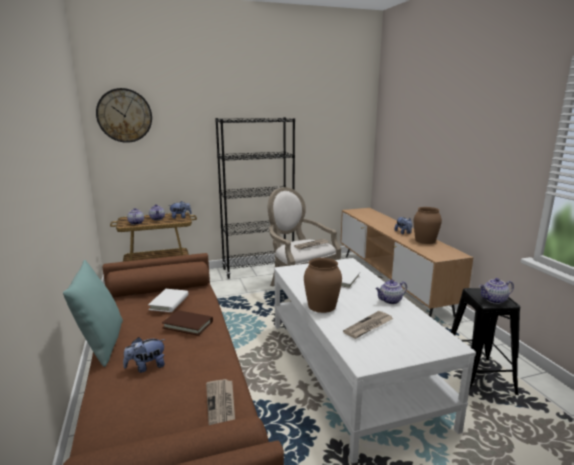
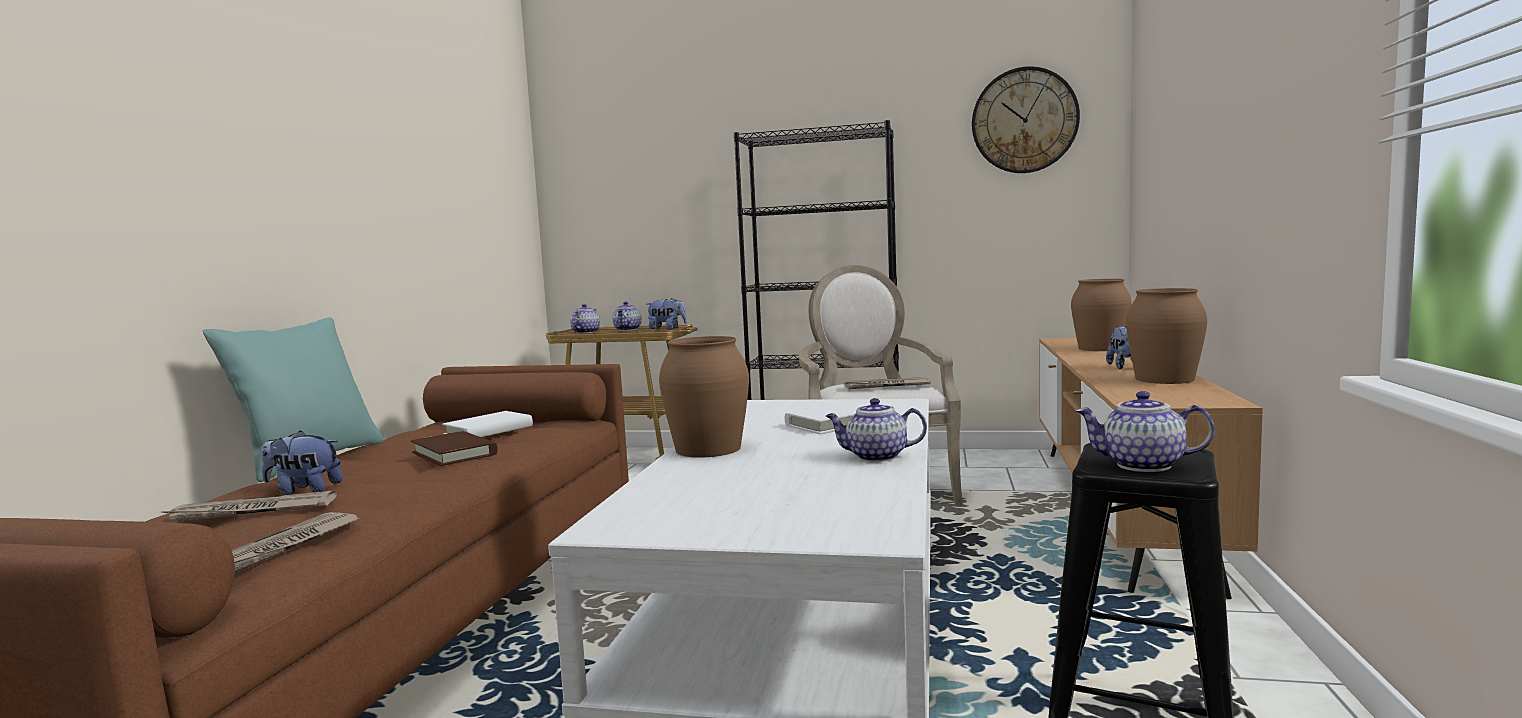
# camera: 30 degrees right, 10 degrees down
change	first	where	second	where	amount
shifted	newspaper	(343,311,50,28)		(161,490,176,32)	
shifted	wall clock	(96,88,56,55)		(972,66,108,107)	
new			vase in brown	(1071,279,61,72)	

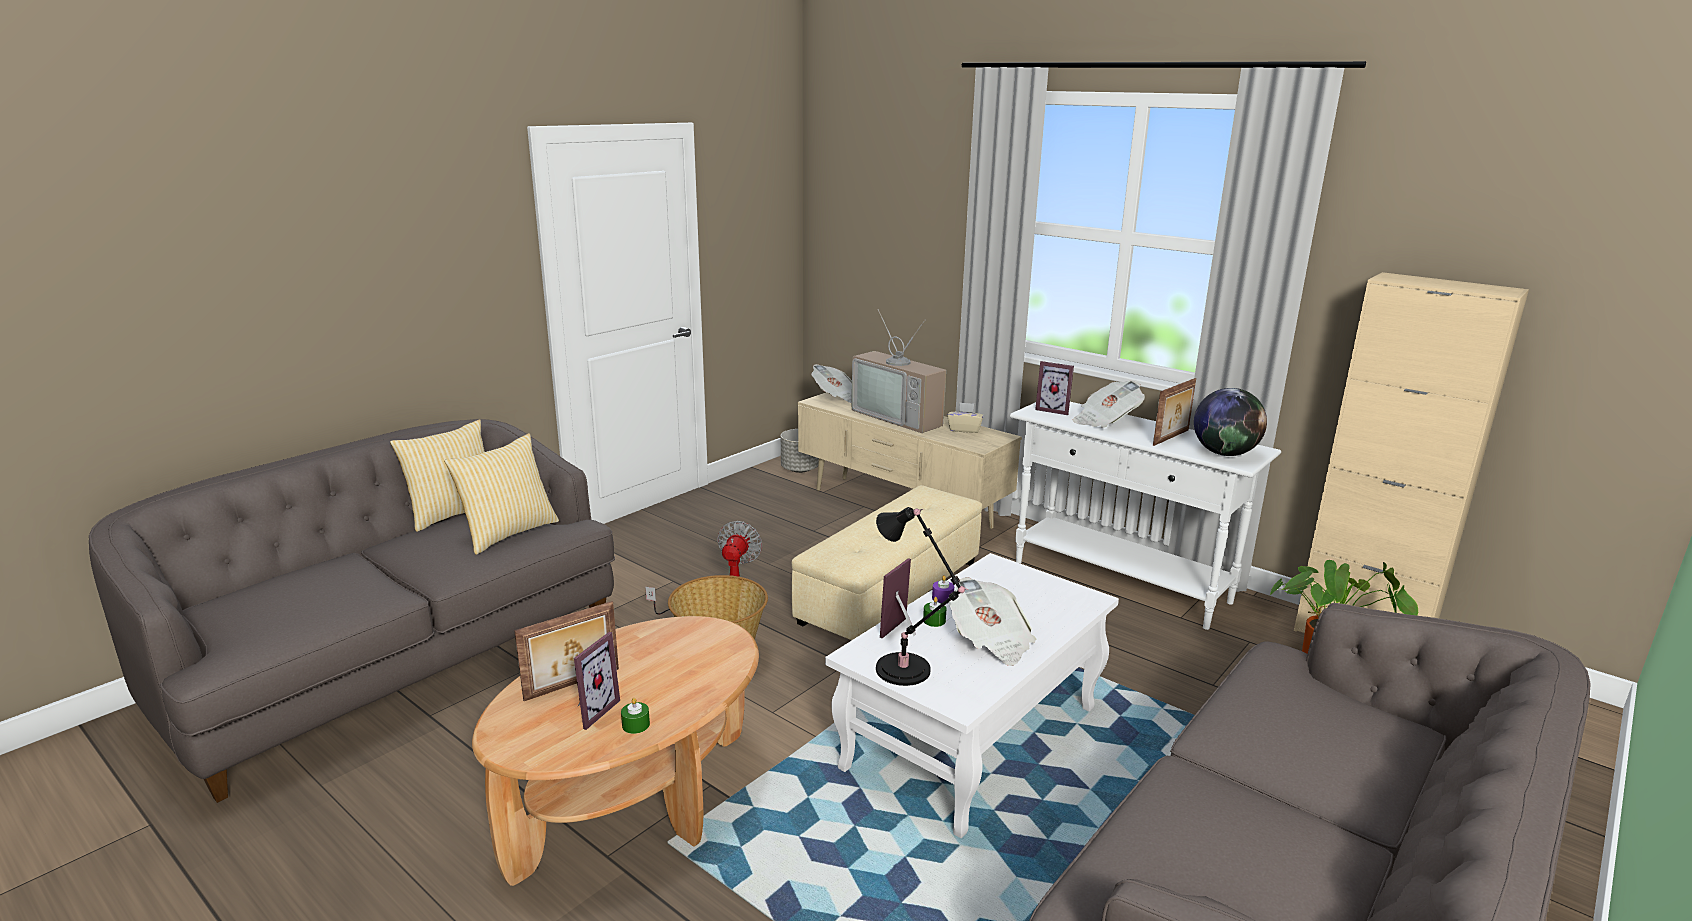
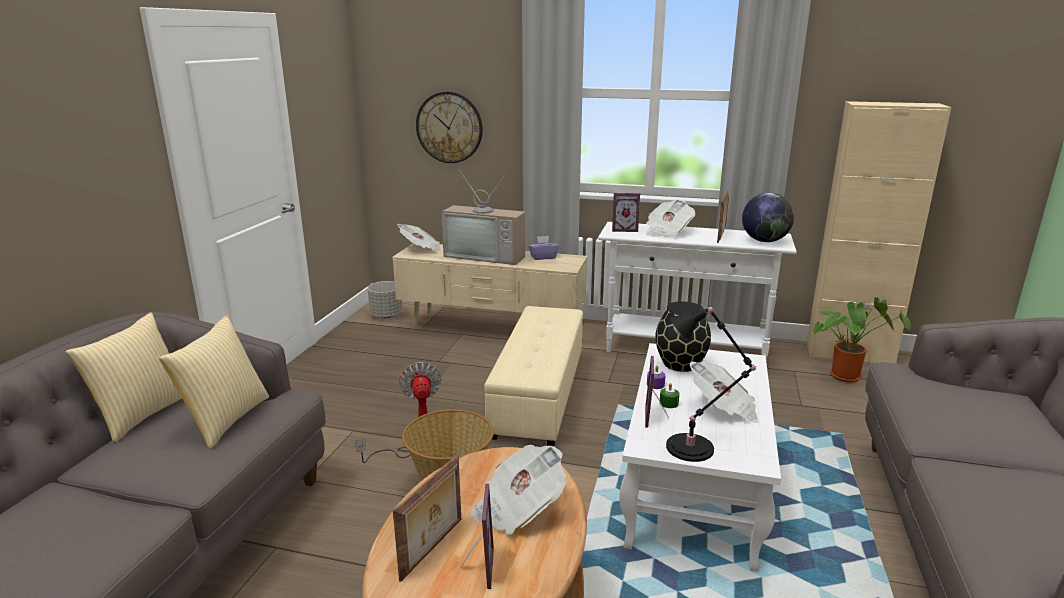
# camera: 25 degrees left, 0 degrees up
change	first	where	second	where	amount
new			wall clock	(416,92,67,71)	
new			newspaper	(471,445,96,90)	
repainted	tissue box in beige	(947,402,36,31)	tissue box in purple	(528,236,31,24)	
new			vase in black	(655,302,56,70)	
gone	candle in green	(621,698,29,36)			

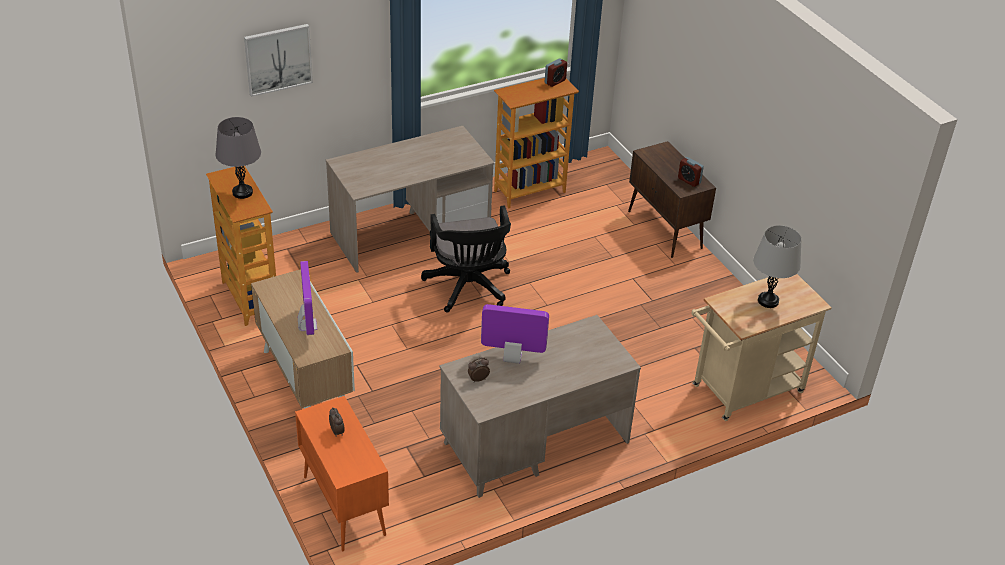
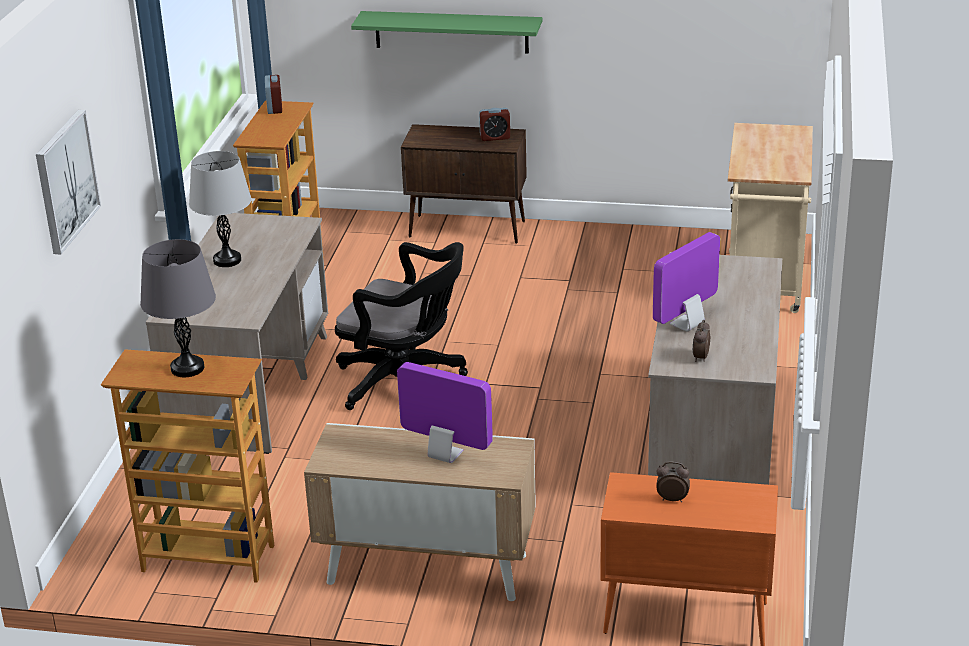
# camera: 50 degrees left, 10 degrees down
change	first	where	second	where	amount
shifted	table lamp in grey	(753,225,48,83)		(189,151,62,116)	
new			shelf in green	(351,11,191,42)	

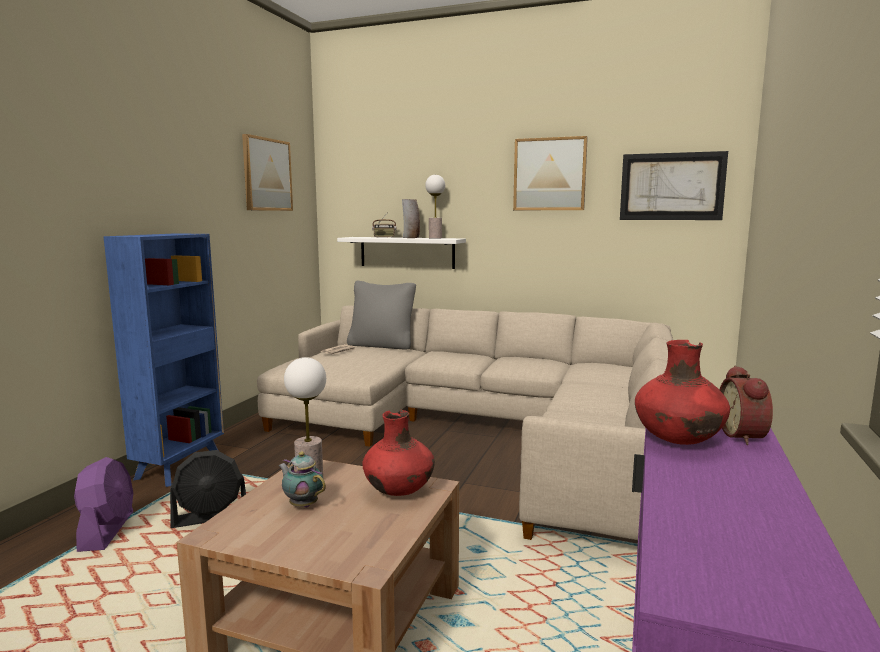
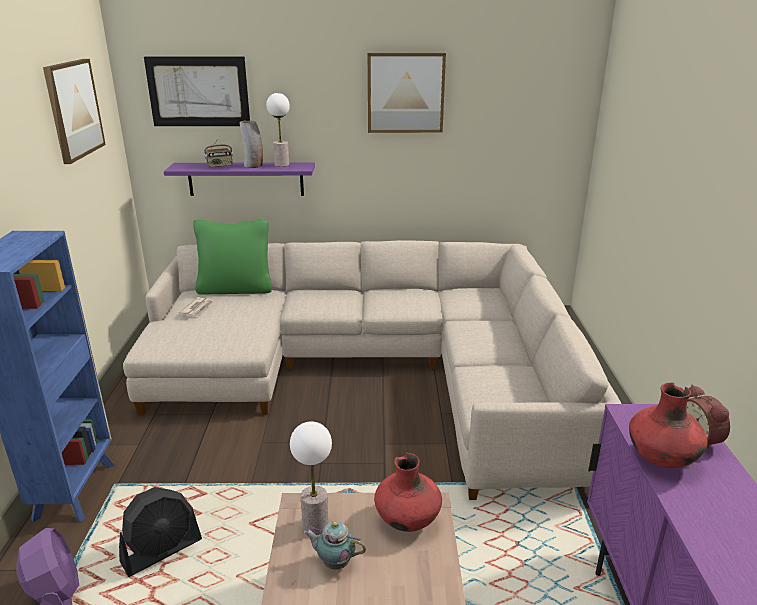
# camera: 20 degrees left, 15 degrees up
change	first	where	second	where	amount
shifted	picture	(620,151,108,69)		(144,57,106,69)	
repainted	shelf in white	(337,237,129,32)	shelf in purple	(164,163,151,33)	
repainted	pillow in grey	(347,281,69,69)	pillow in green	(193,219,79,76)	

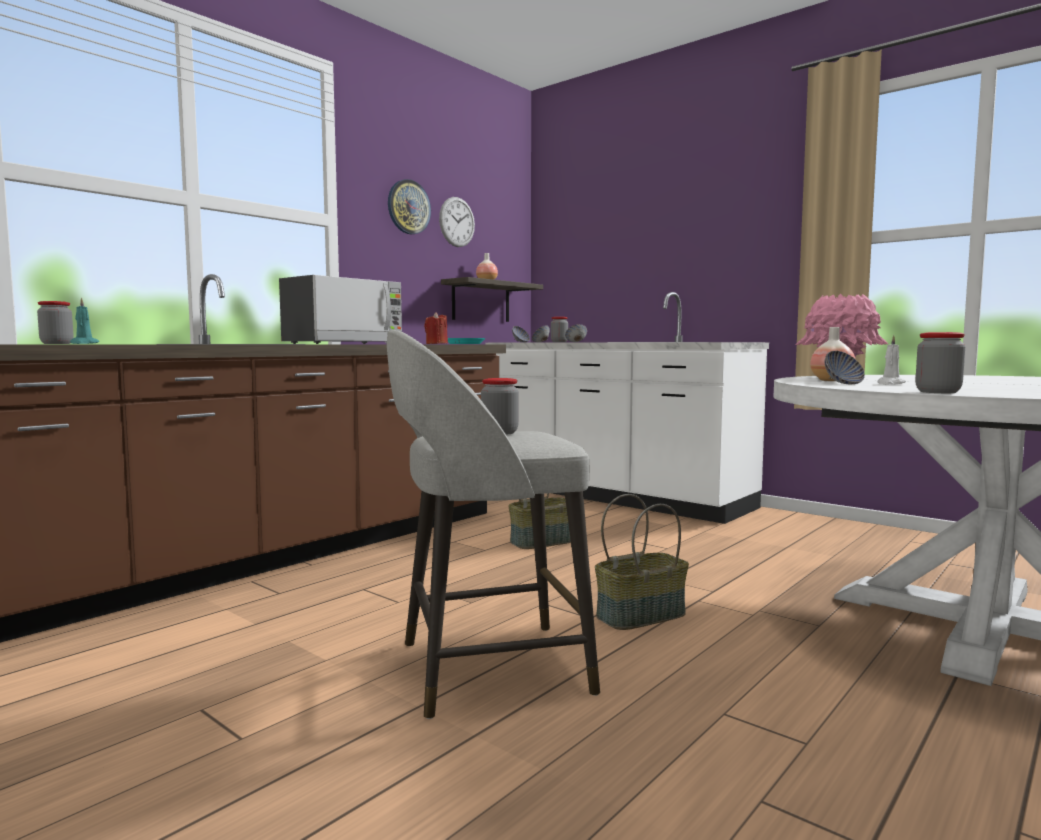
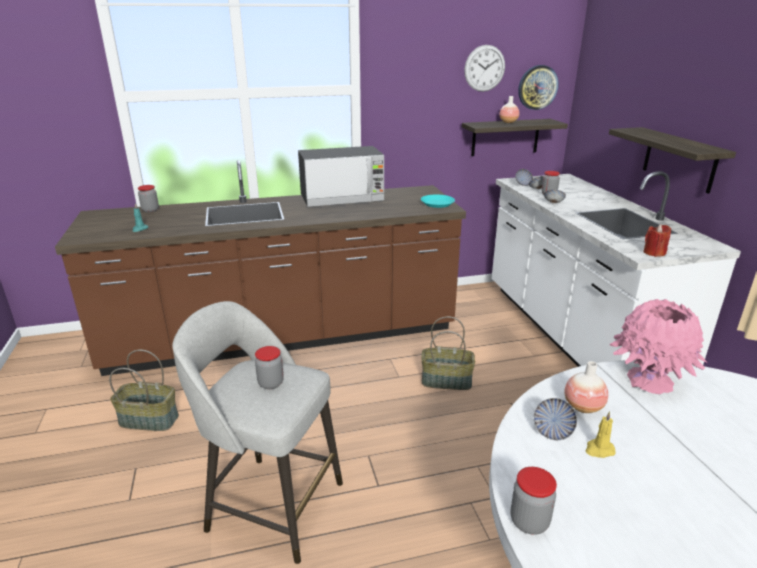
# camera: 35 degrees right, 20 degrees up
change	first	where	second	where	amount
shifted	basket	(595,494,94,136)		(109,350,70,81)	
shifted	wall clock	(388,179,43,56)		(518,65,41,45)	
repainted	candle in white	(878,335,28,50)	candle in yellow	(585,411,31,47)	
new			shelf	(609,127,127,67)	
shifted	candle in red	(424,312,24,32)		(643,224,28,33)	

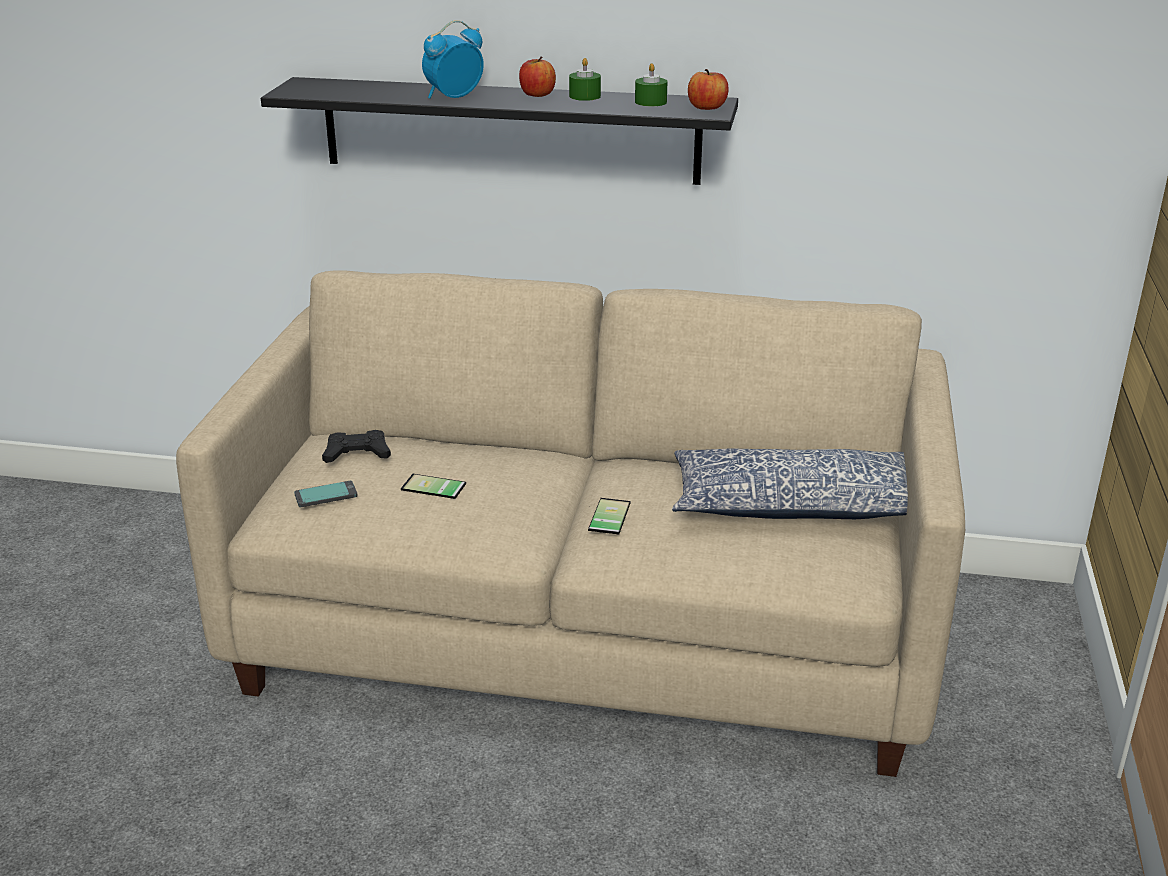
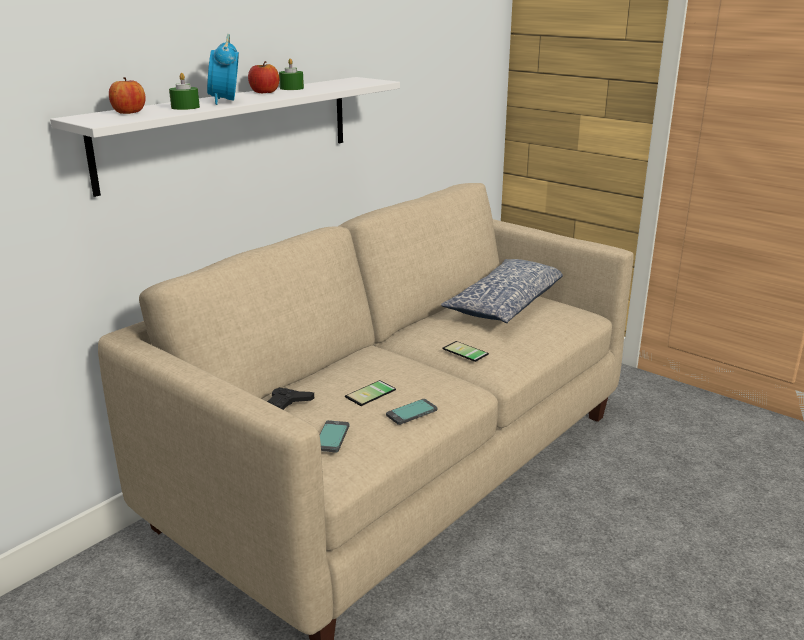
# camera: 60 degrees left, 5 degrees down
change	first	where	second	where	amount
repainted	shelf in black	(261,77,477,108)	shelf in white	(50,77,350,120)	
shifted	apple	(688,69,41,41)		(109,77,37,37)	
shifted	candle in green	(635,63,33,43)		(169,73,31,37)	
new			phone	(386,399,51,26)	

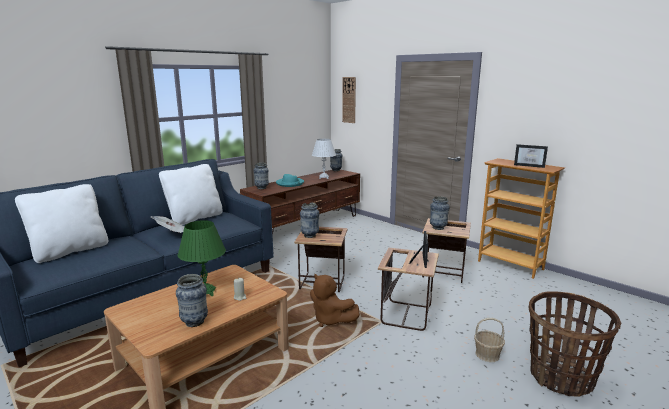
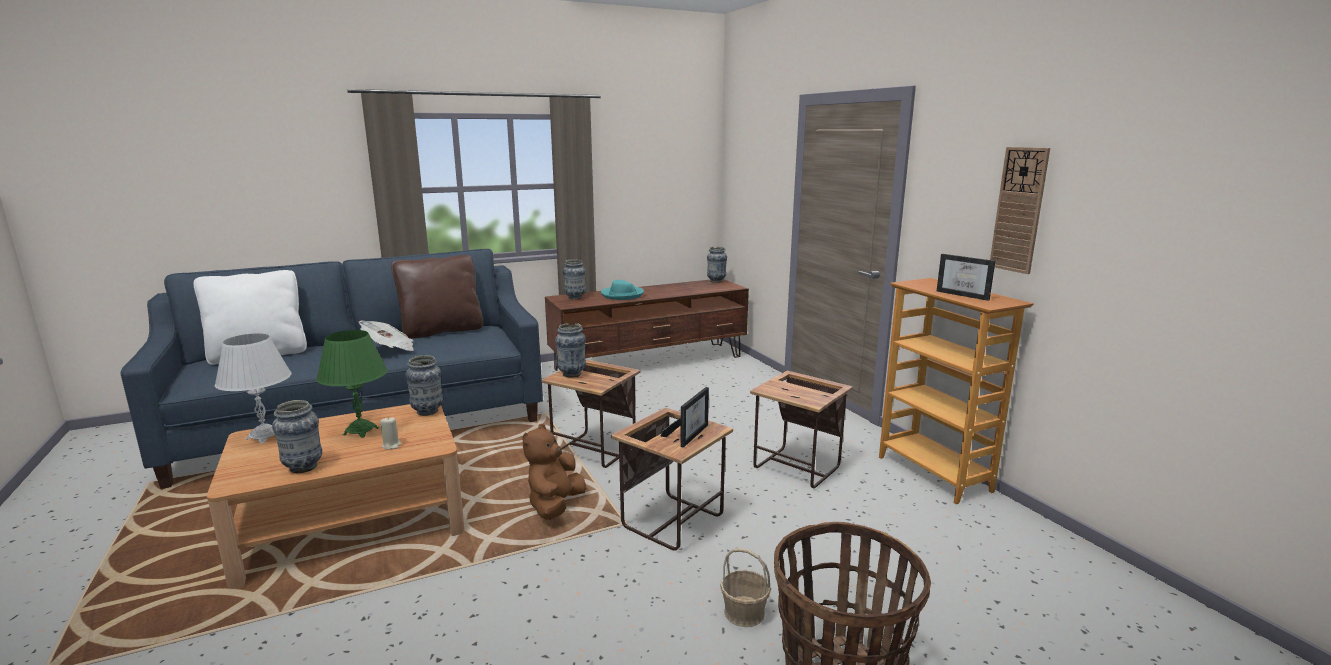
# camera: 20 degrees right, 0 degrees up
change	first	where	second	where	amount
shifted	table lamp in white	(312,139,24,40)		(215,333,76,111)	
repainted	pillow in white	(159,164,63,61)	pillow in brown	(391,255,92,84)	
shifted	vase	(430,196,20,34)		(405,355,38,61)	
rotated	plush toy in brown	(310,274,50,53)		(523,424,63,96)	45 degrees clockwise
shifted	wall clock	(342,77,14,46)		(990,147,60,127)	

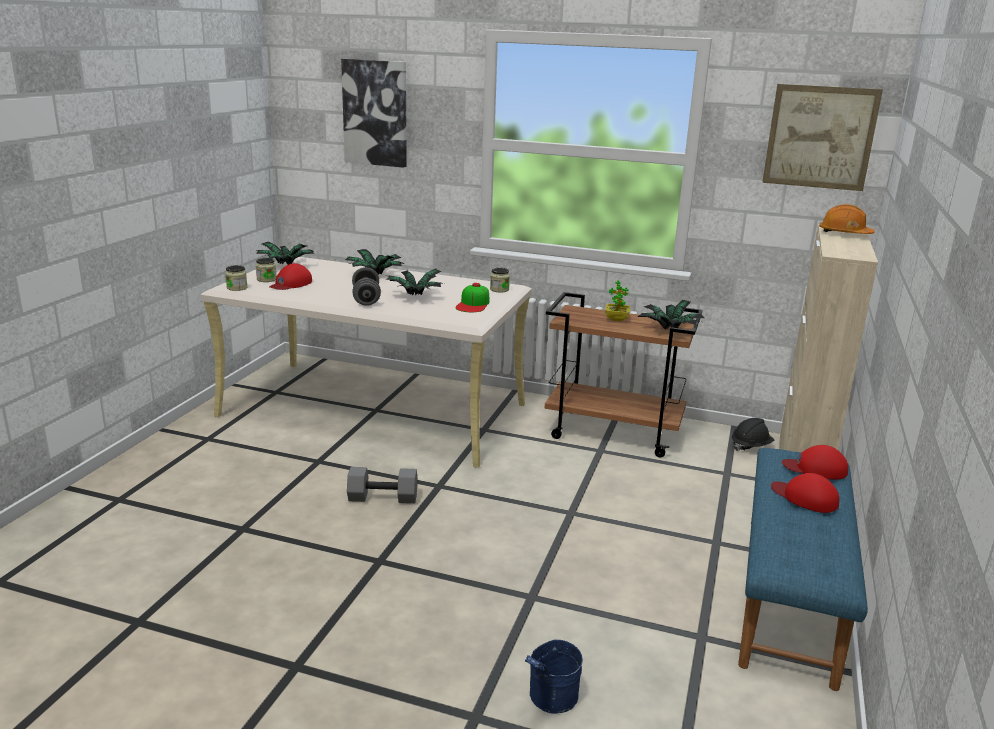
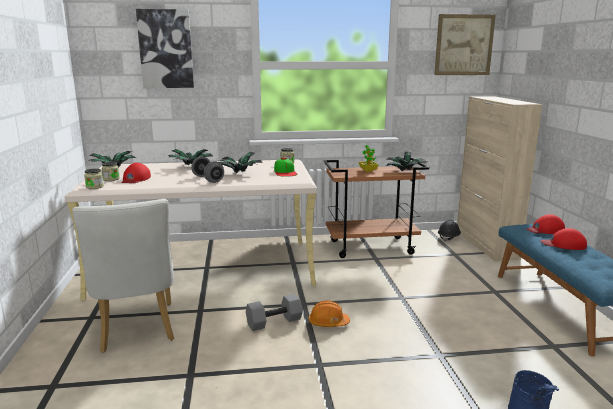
# camera: 25 degrees left, 5 degrees down
change	first	where	second	where	amount
new			chair in white	(72,199,102,154)	
shifted	hard hat in orange	(819,204,56,30)		(308,300,42,27)	

